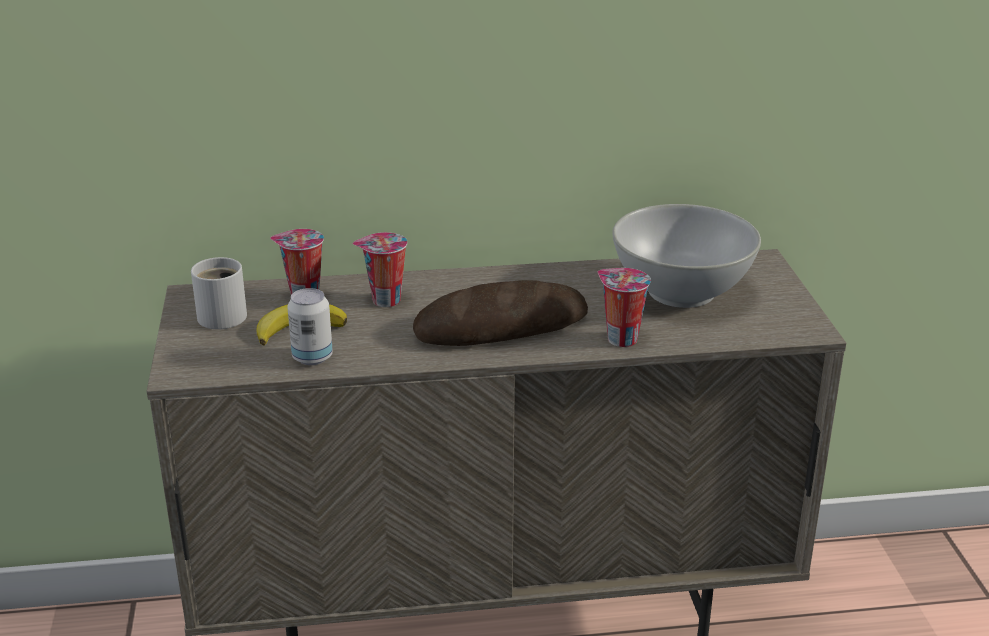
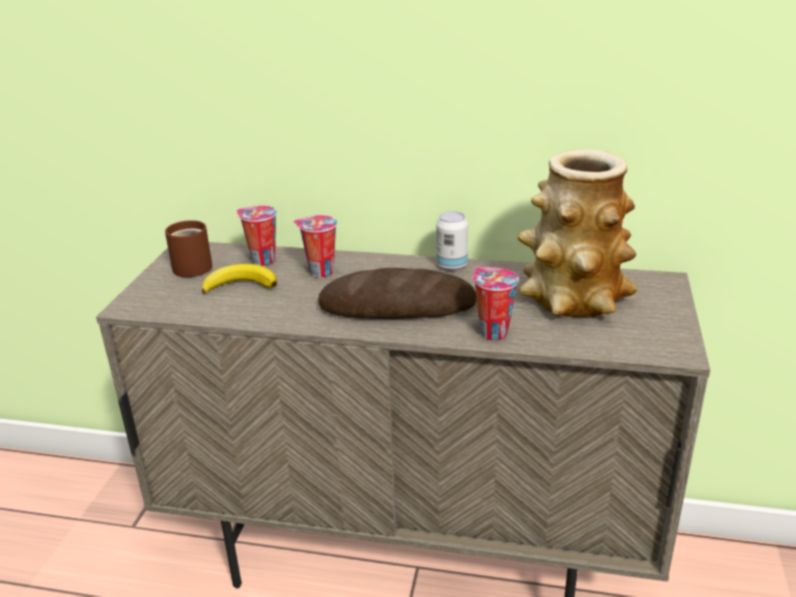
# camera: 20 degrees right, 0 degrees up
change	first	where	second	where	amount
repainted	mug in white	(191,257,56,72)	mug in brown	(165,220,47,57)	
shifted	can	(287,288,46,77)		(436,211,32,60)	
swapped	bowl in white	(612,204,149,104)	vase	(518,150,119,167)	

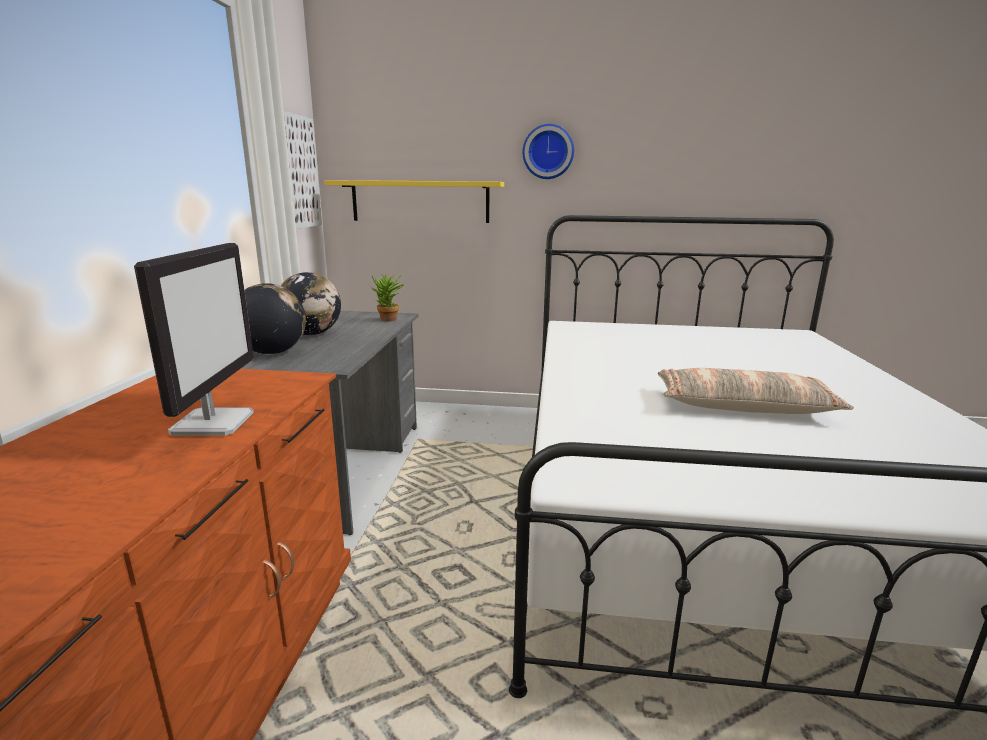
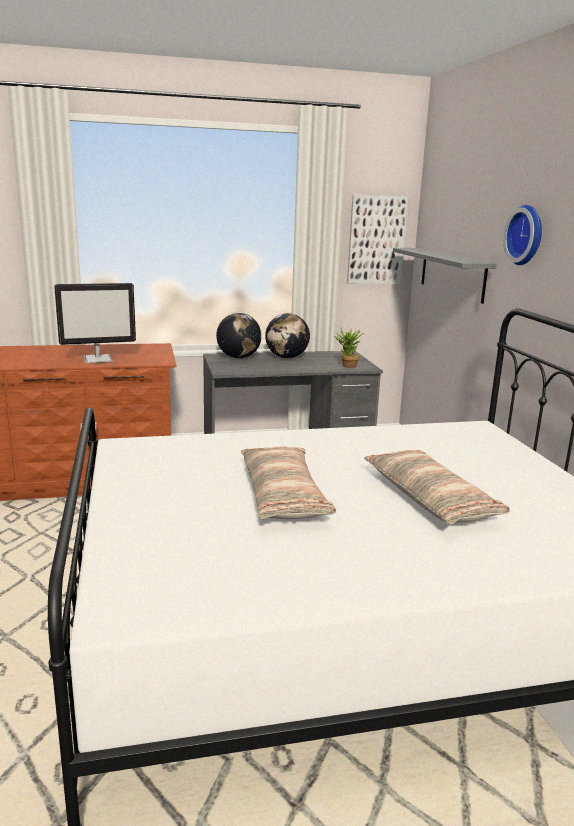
# camera: 70 degrees right, 0 degrees up
change	first	where	second	where	amount
new			pillow	(364,450,146,75)	
repainted	shelf in yellow	(324,180,180,43)	shelf in grey	(393,248,104,56)	

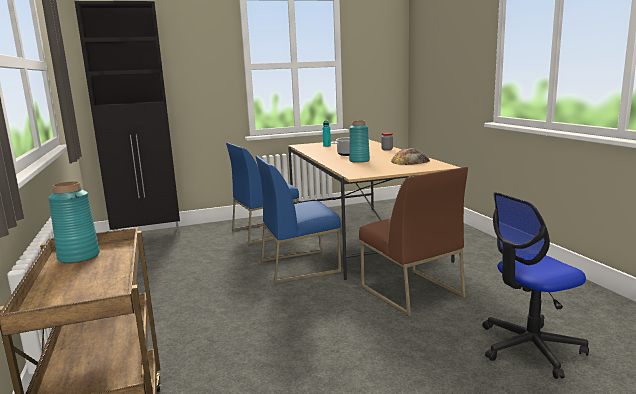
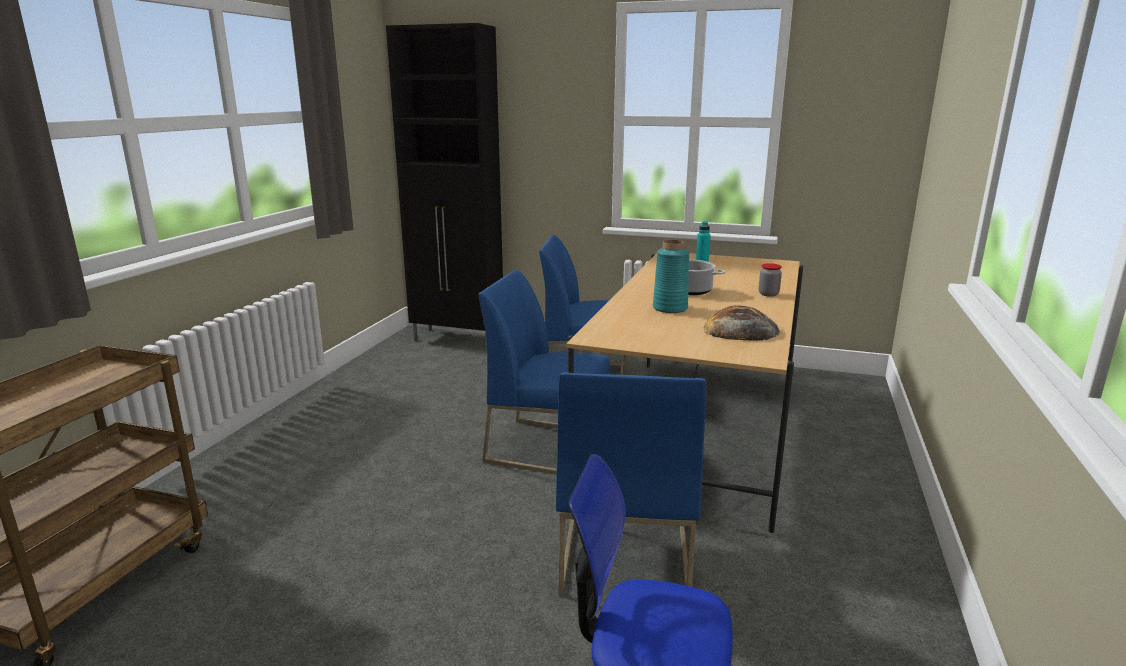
# camera: 35 degrees right, 5 degrees up
change	first	where	second	where	amount
repainted	chair in brown	(359,167,109,149)	chair in blue	(556,372,150,224)	
gone	vase in turquoise	(48,181,52,83)			

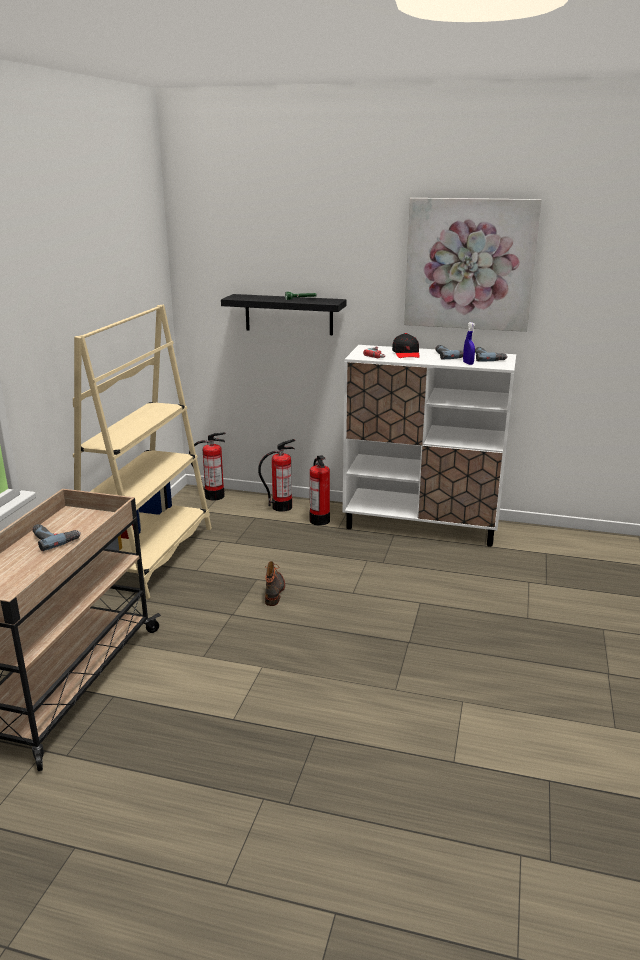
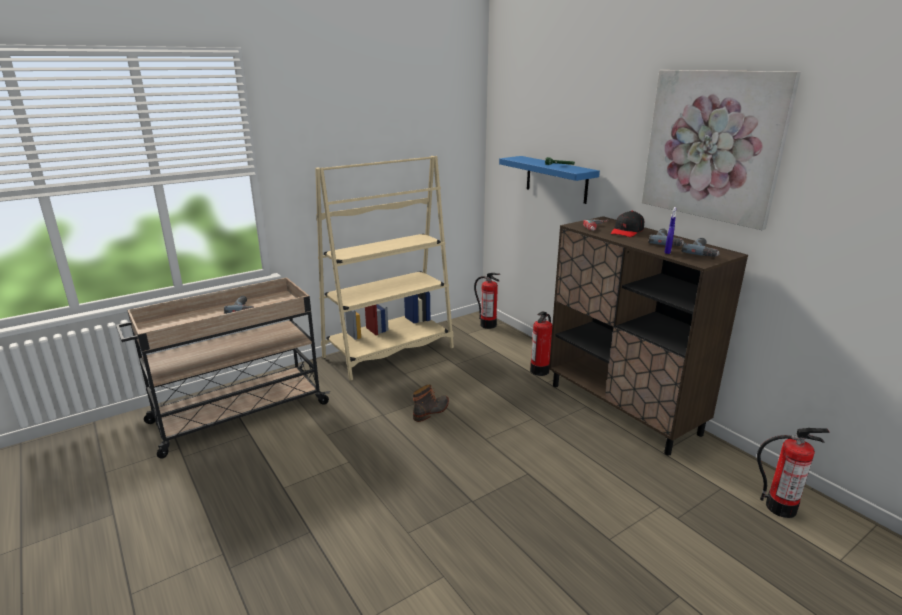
# camera: 40 degrees right, 0 degrees up
change	first	where	second	where	amount
repainted	shelf in black	(221,294,126,41)	shelf in blue	(499,156,101,48)	
repainted	cabinet in white	(343,345,173,202)	cabinet in brown	(549,216,199,240)	
shifted	fire extinguisher	(258,439,38,73)		(757,428,73,90)	

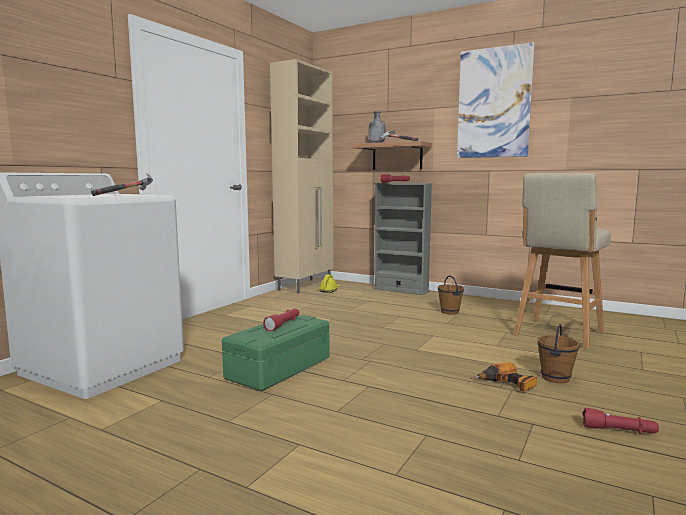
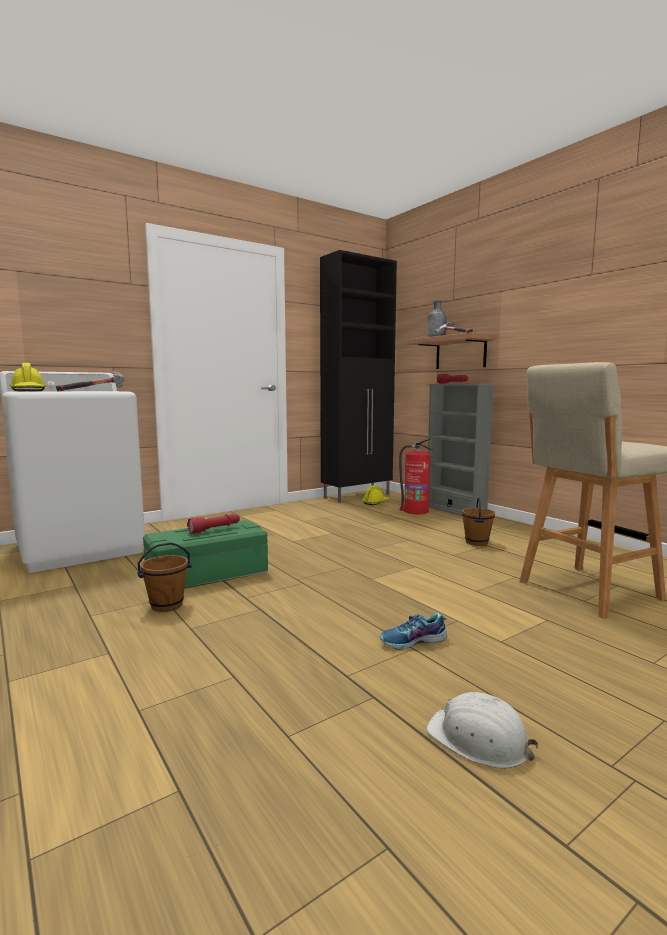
# camera: 25 degrees right, 0 degrees up
change	first	where	second	where	amount
new			hard hat in yellow	(9,363,37,28)	
shifted	bucket in brown	(537,324,43,59)		(137,542,55,70)	
repainted	cabinet in beige	(270,59,63,235)	cabinet in black	(320,250,77,253)	
swapped	power drill	(471,362,66,30)	shoe	(380,612,67,38)	
new			fire extinguisher	(399,439,35,75)	
swapped	flashlight in red	(583,408,76,26)	hard hat in white	(426,692,113,77)	
gone	picture	(457,42,77,116)			

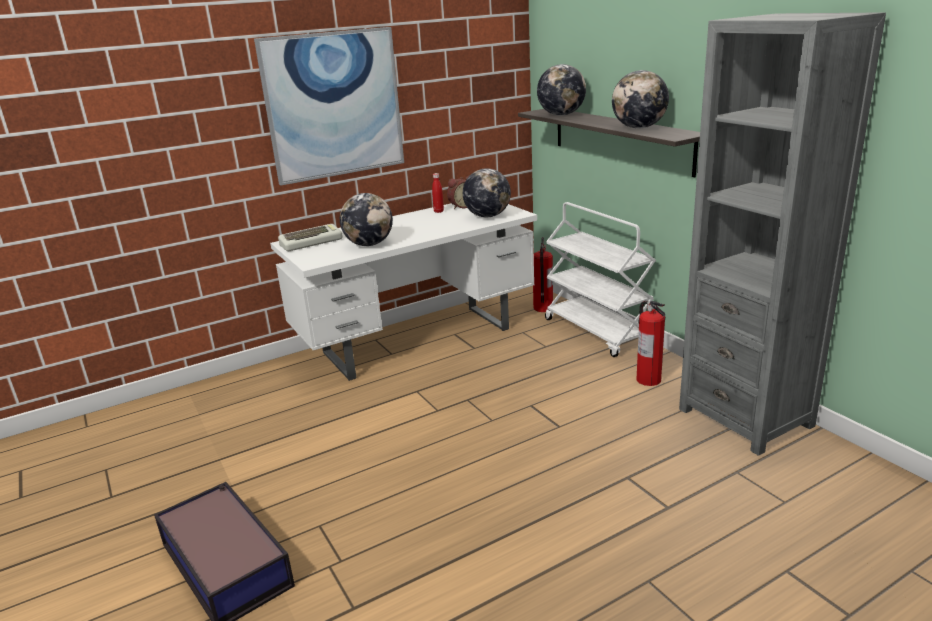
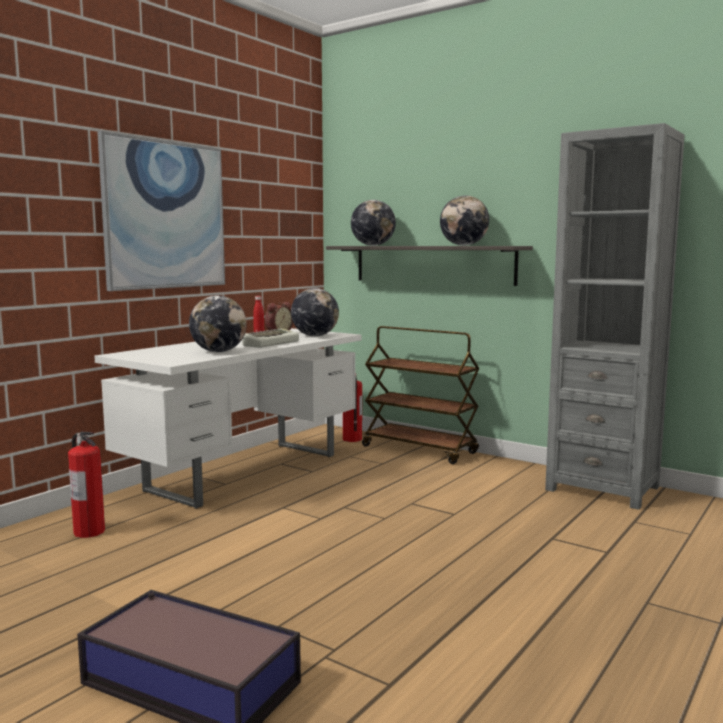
# camera: 25 degrees left, 15 degrees down
change	first	where	second	where	amount
shifted	fire extinguisher	(636,300,29,86)		(68,432,37,106)	
shifted	keyboard	(278,224,65,27)		(242,328,57,20)	
repainted	cart in white	(545,202,111,155)	cart in brown	(362,326,117,138)	

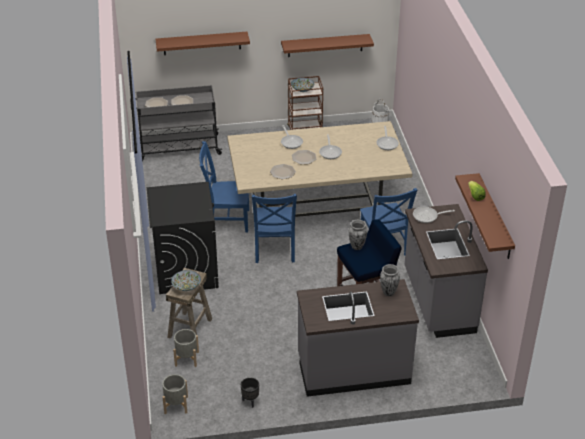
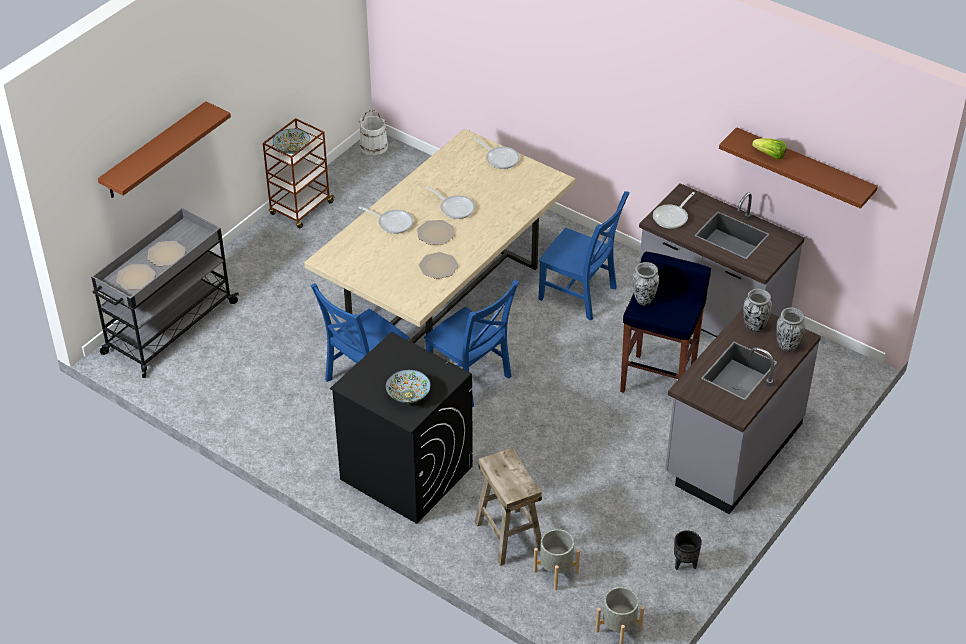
# camera: 45 degrees left, 5 degrees up
change	first	where	second	where	amount
shifted	bowl	(171,270,30,21)		(385,370,46,33)	
new			vase	(776,308,29,44)	
gone	shelf in brown	(281,34,93,23)			

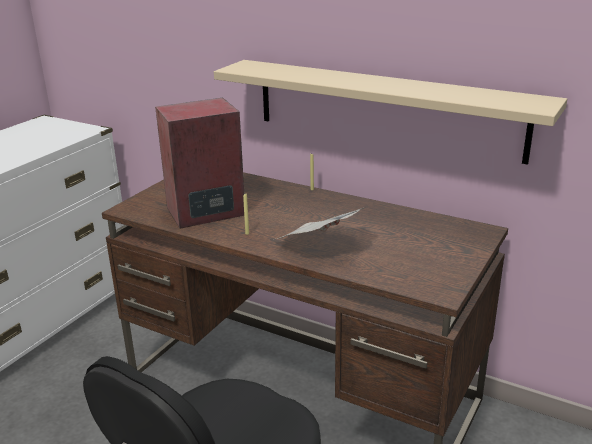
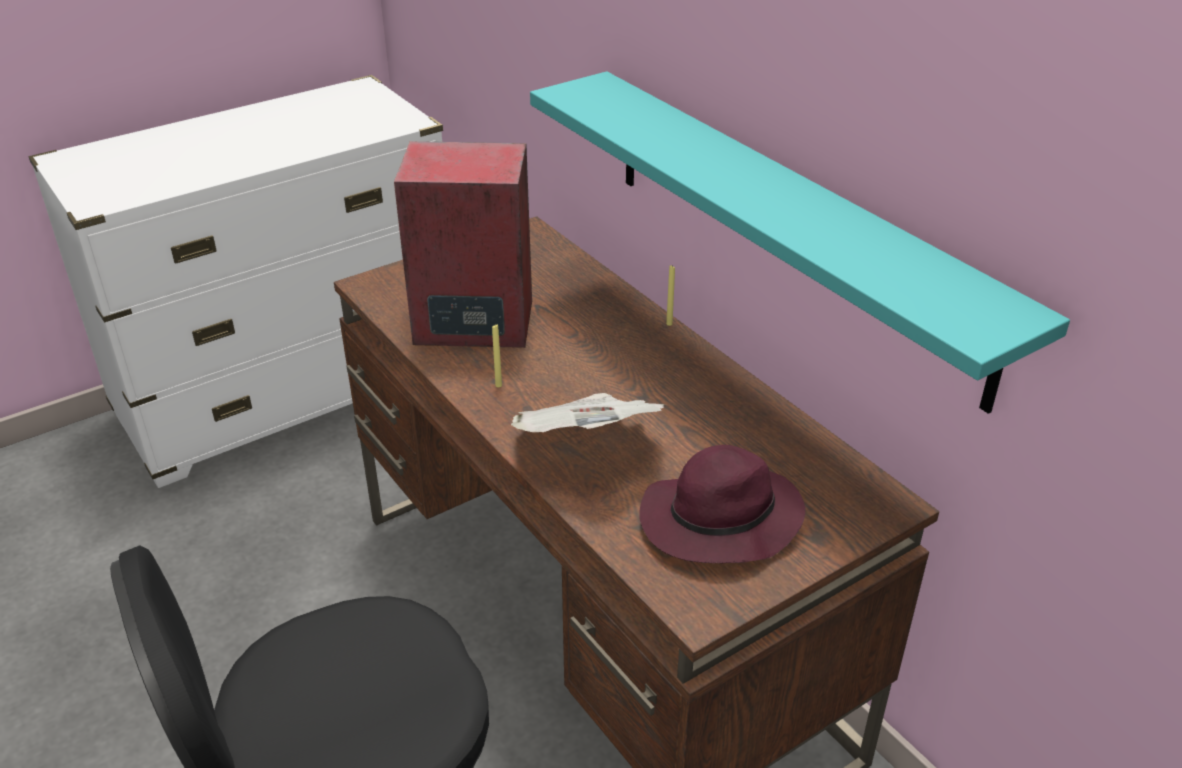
# camera: 25 degrees right, 10 degrees up
change	first	where	second	where	amount
repainted	shelf in beige	(214,60,353,105)	shelf in turquoise	(530,71,540,343)	
new			hat in purple	(640,445,166,118)	

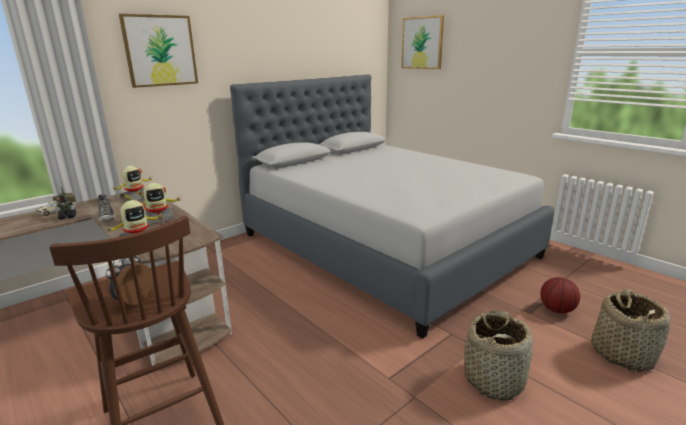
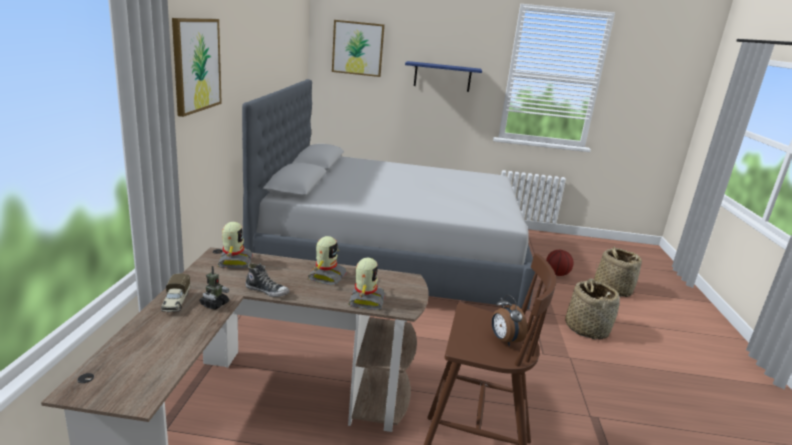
# camera: 45 degrees left, 0 degrees up
change	first	where	second	where	amount
new			shelf in blue	(405,61,77,31)	

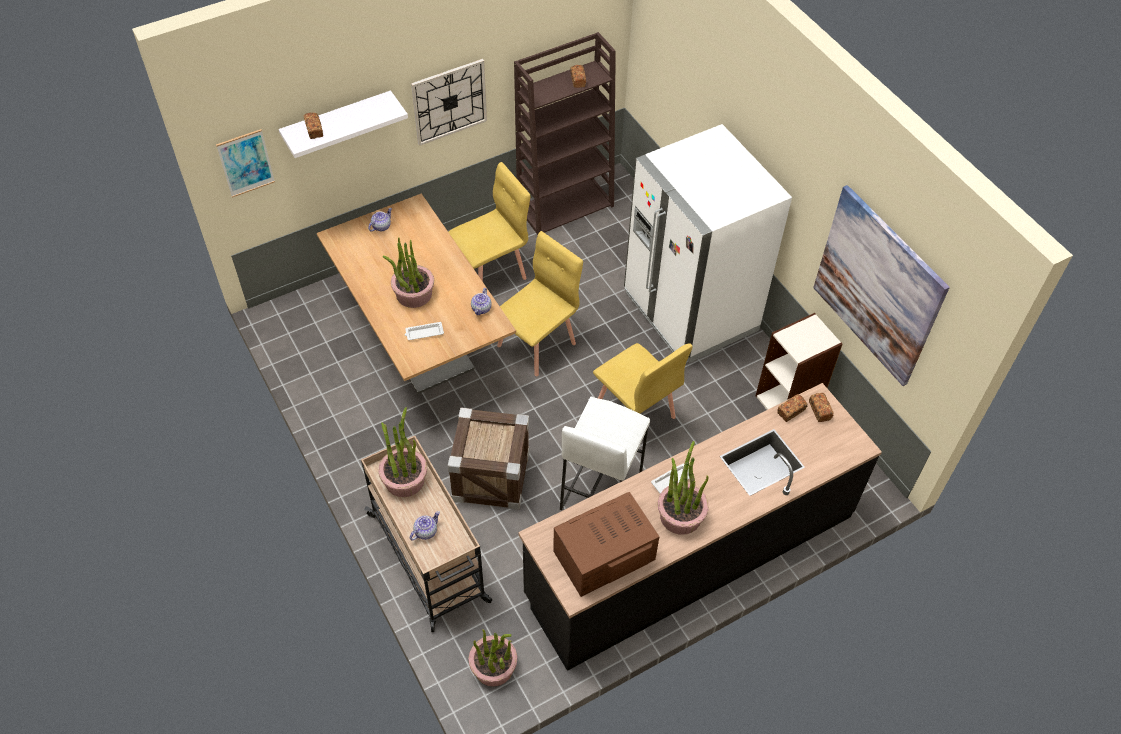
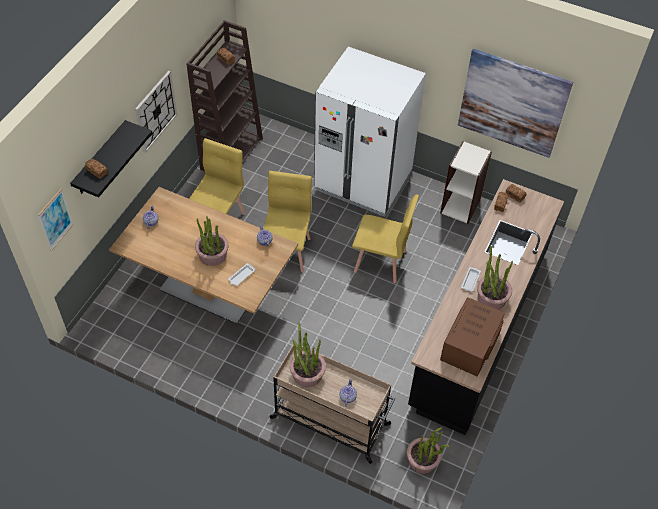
# camera: 35 degrees left, 0 degrees up
change	first	where	second	where	amount
repainted	shelf in white	(279,90,129,68)	shelf in black	(70,120,82,78)	
gone	crate	(448,407,81,103)			
gone	stool in white	(560,396,90,115)			

